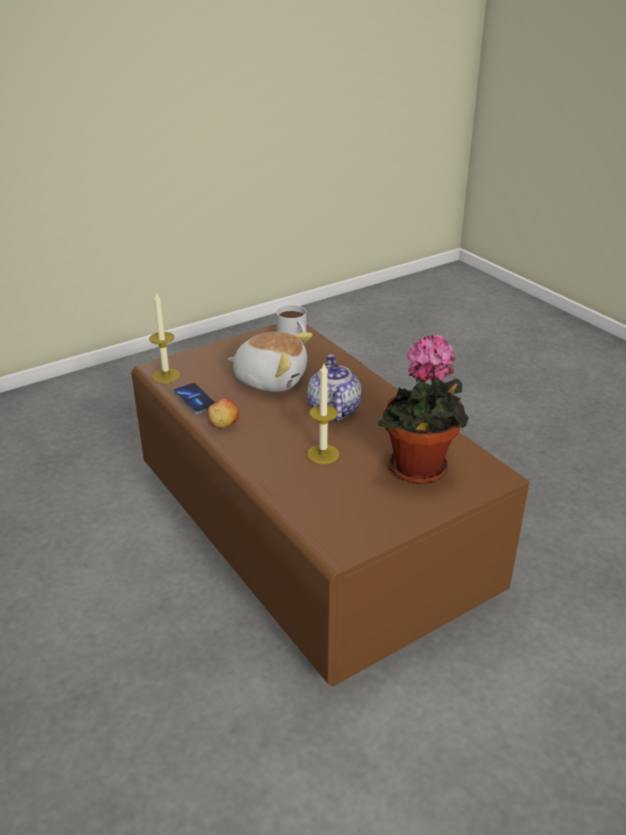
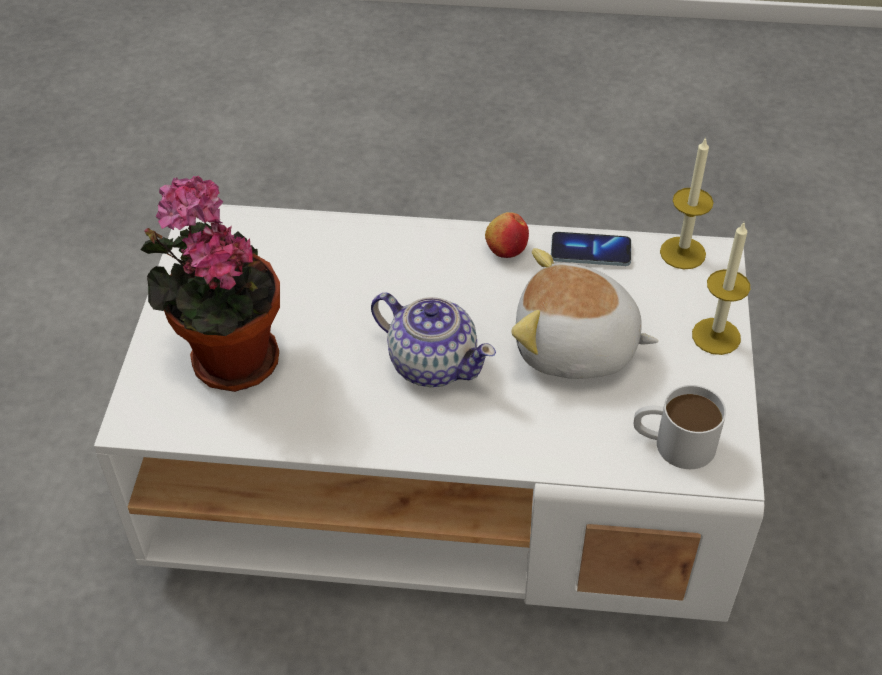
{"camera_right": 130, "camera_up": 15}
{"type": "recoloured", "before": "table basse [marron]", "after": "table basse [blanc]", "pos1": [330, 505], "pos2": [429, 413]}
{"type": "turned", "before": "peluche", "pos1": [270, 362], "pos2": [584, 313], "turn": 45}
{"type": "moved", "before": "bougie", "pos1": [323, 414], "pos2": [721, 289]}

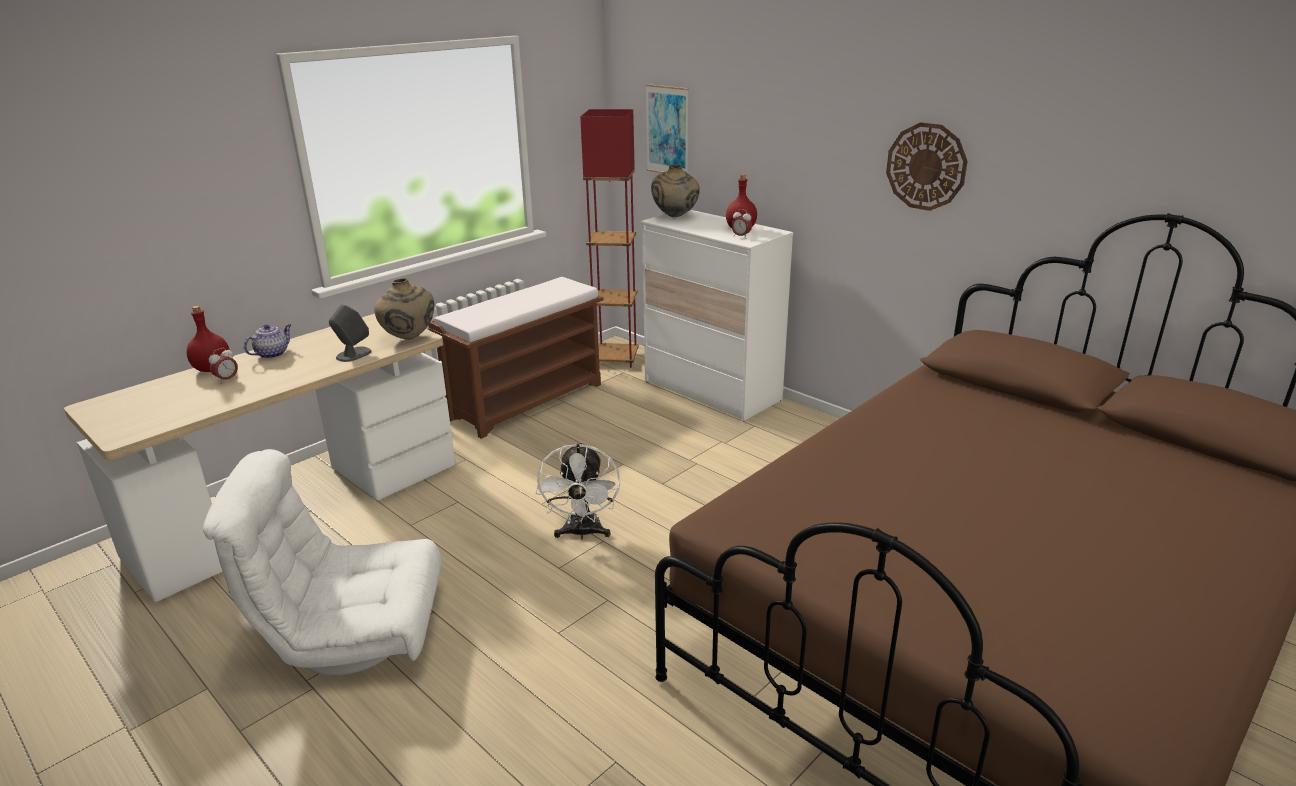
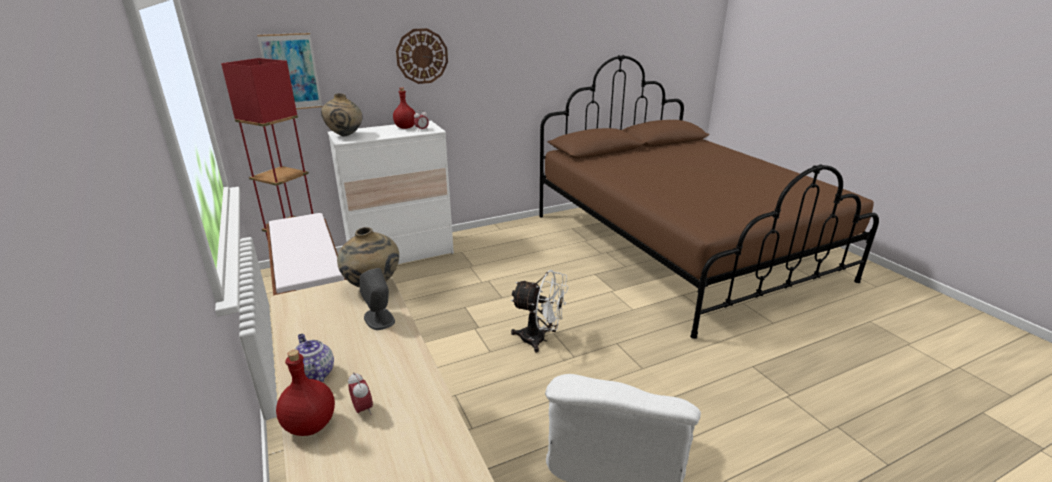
{"camera_right": -70, "camera_up": 0}
{"type": "moved", "before": "horloge murale", "pos1": [927, 166], "pos2": [422, 56]}

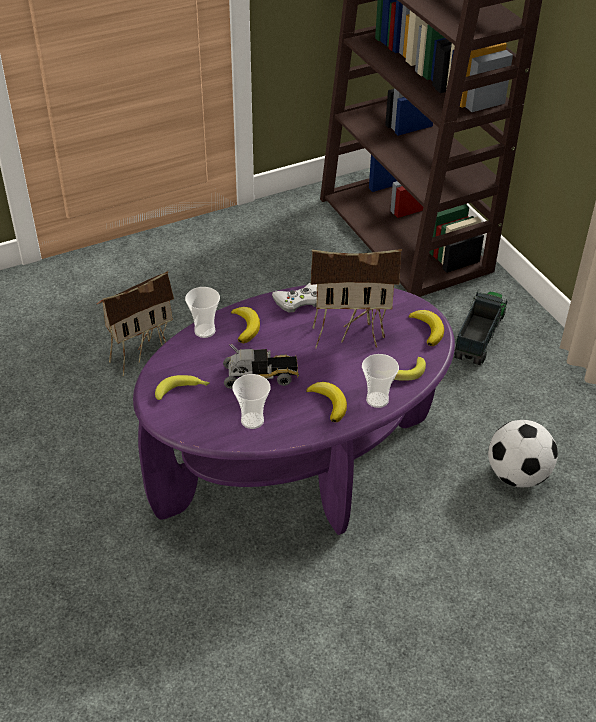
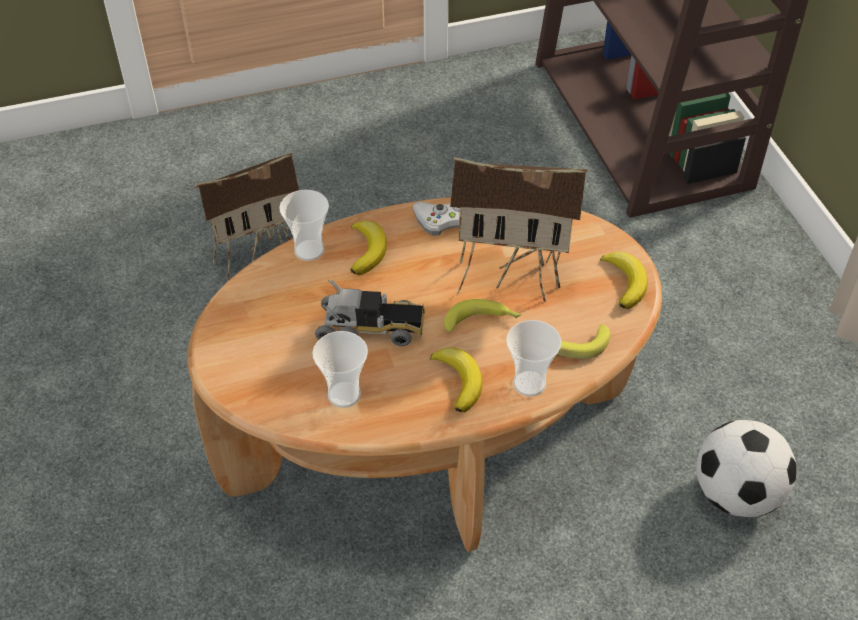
{"camera_right": 10, "camera_up": 5}
{"type": "recoloured", "before": "table basse [violet]", "after": "table basse [marron]", "pos1": [294, 410], "pos2": [424, 374]}
{"type": "removed", "before": "camion jouet", "pos1": [480, 328]}
{"type": "moved", "before": "banane", "pos1": [182, 387], "pos2": [482, 315]}

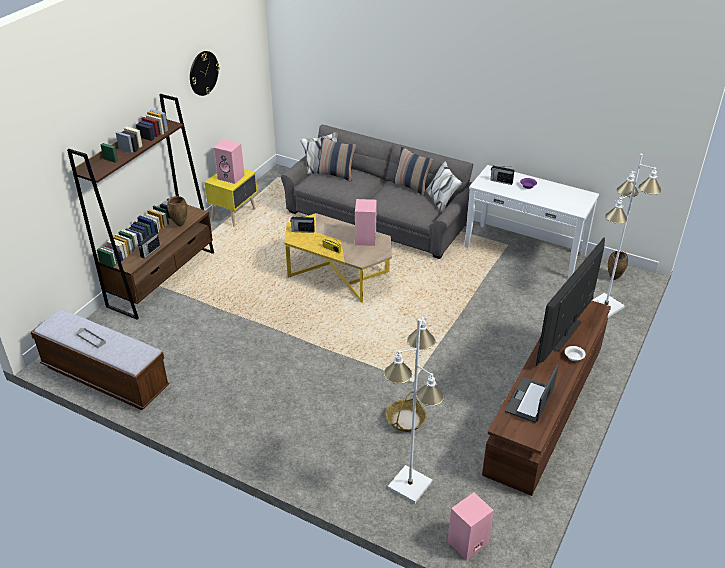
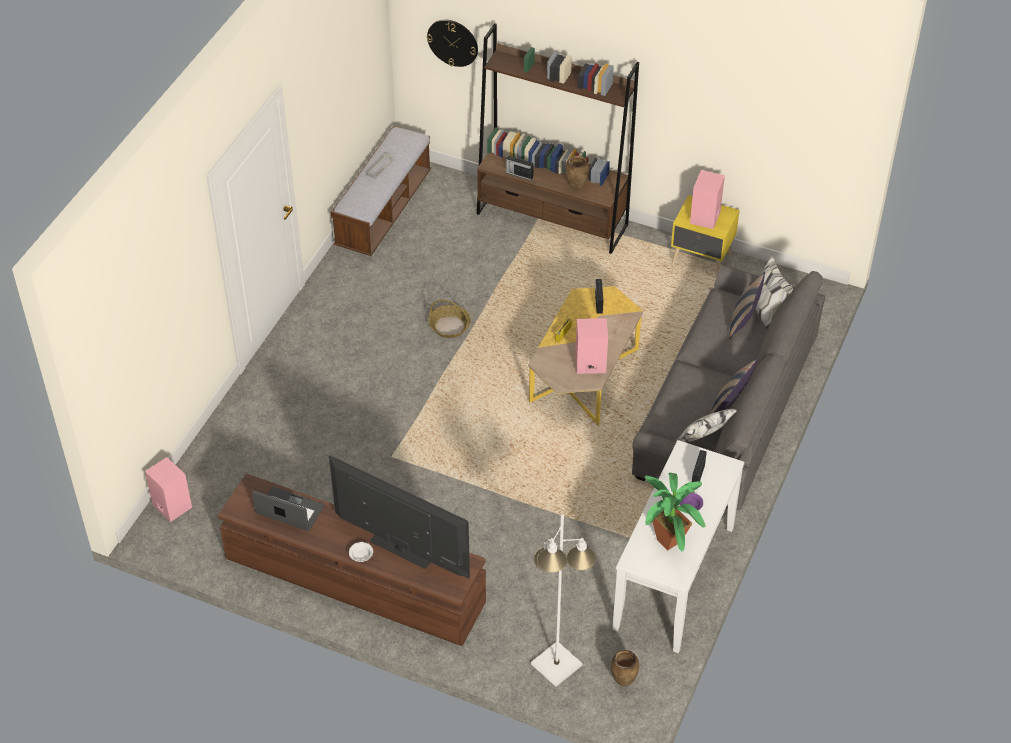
{"camera_right": 85, "camera_up": 10}
{"type": "moved", "before": "horloge murale", "pos1": [205, 73], "pos2": [452, 43]}
{"type": "removed", "before": "lampadaire [blanc]", "pos1": [414, 410]}
{"type": "moved", "before": "panier", "pos1": [406, 411], "pos2": [449, 318]}
{"type": "added", "after": "plante en pot", "pos2": [675, 512]}

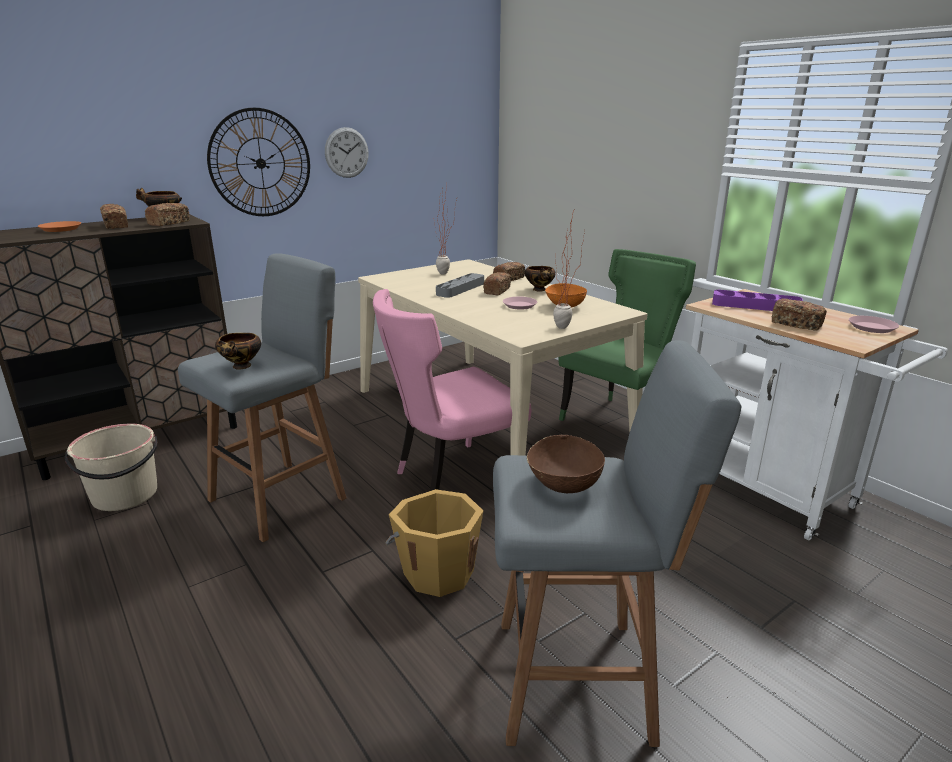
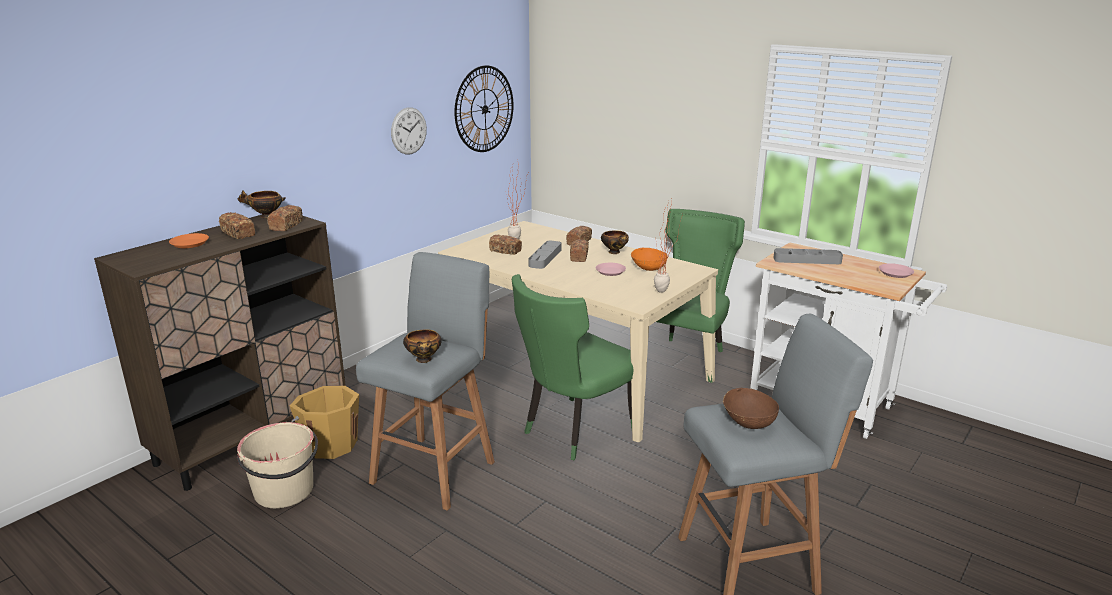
{"camera_right": -15, "camera_up": 0}
{"type": "moved", "before": "horloge murale", "pos1": [258, 162], "pos2": [484, 108]}
{"type": "recoloured", "before": "chaise [rose]", "after": "chaise [vert]", "pos1": [452, 390], "pos2": [572, 367]}
{"type": "recoloured", "before": "plateau [violet]", "after": "plateau [gris]", "pos1": [757, 300], "pos2": [808, 256]}
{"type": "moved", "before": "pain", "pos1": [799, 314], "pos2": [505, 245]}
{"type": "moved", "before": "seau [orange]", "pos1": [434, 543], "pos2": [324, 422]}

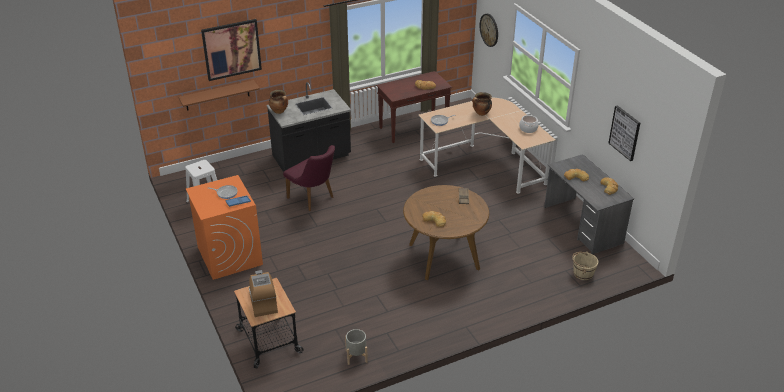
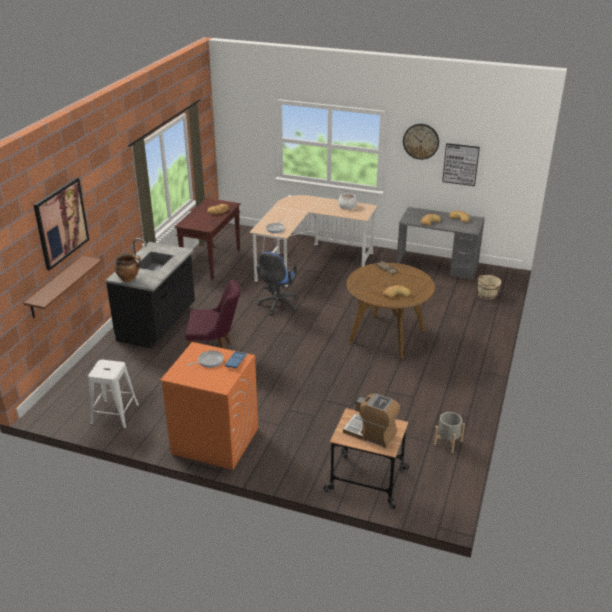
{"camera_right": -45, "camera_up": -5}
{"type": "moved", "before": "horloge murale", "pos1": [489, 30], "pos2": [421, 142]}
{"type": "removed", "before": "marmite", "pos1": [482, 104]}
{"type": "added", "after": "chaise de bureau [bleu]", "pos2": [277, 283]}

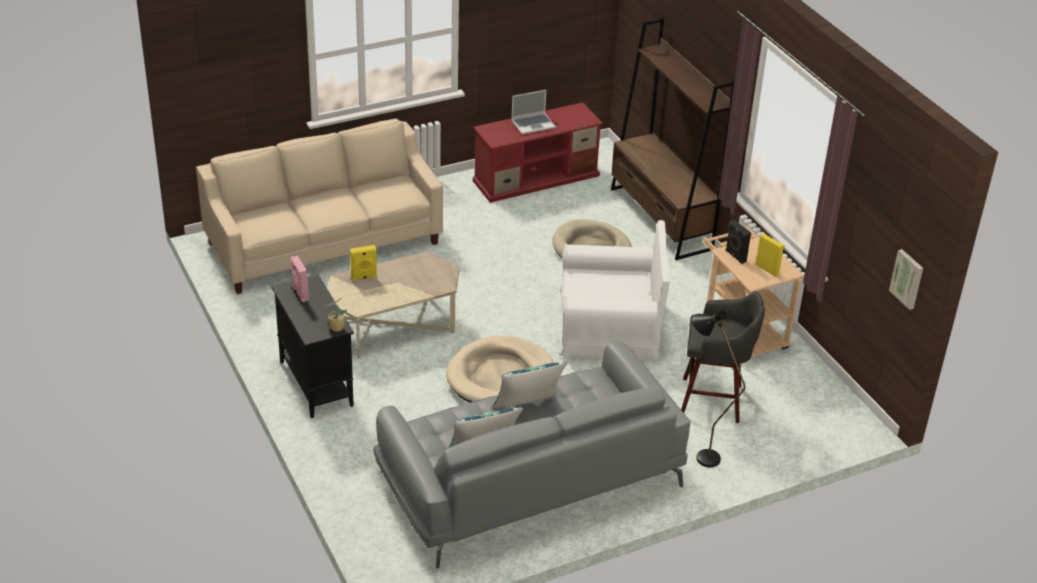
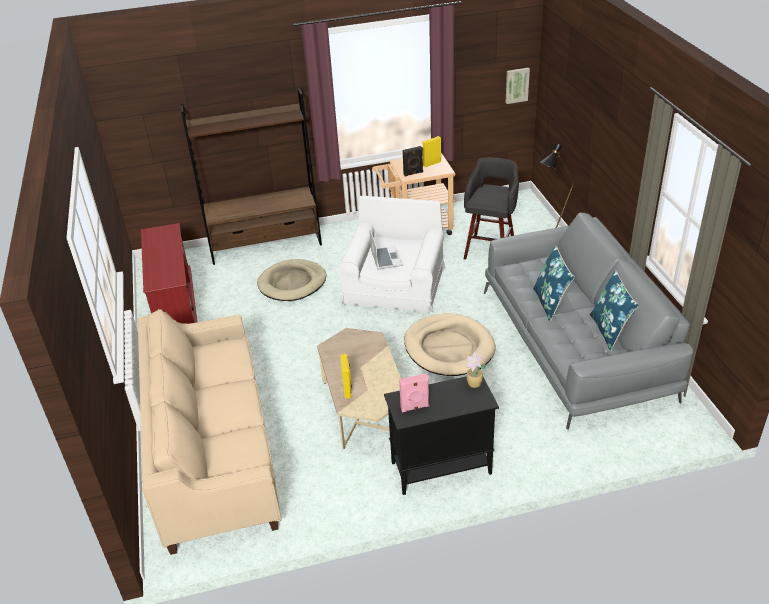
{"camera_right": -75, "camera_up": 0}
{"type": "moved", "before": "ordinateur portable", "pos1": [533, 112], "pos2": [386, 249]}

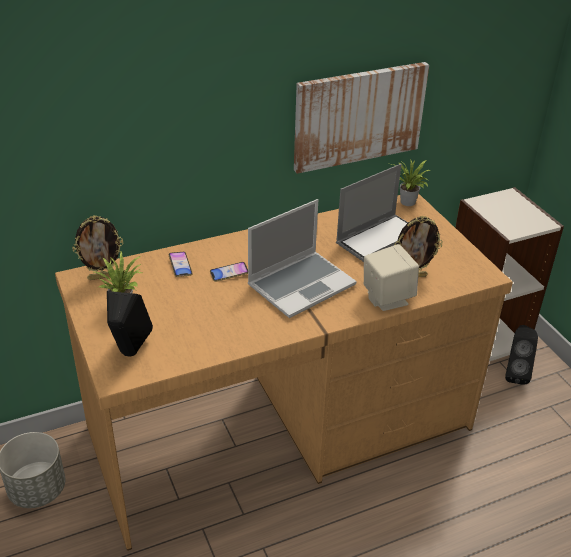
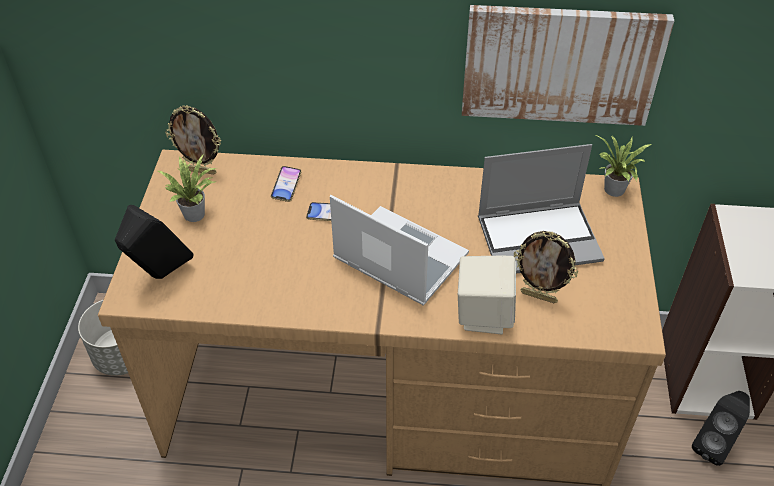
{"camera_right": 30, "camera_up": 10}
{"type": "turned", "before": "ordinateur portable", "pos1": [302, 258], "pos2": [399, 250], "turn": -135}

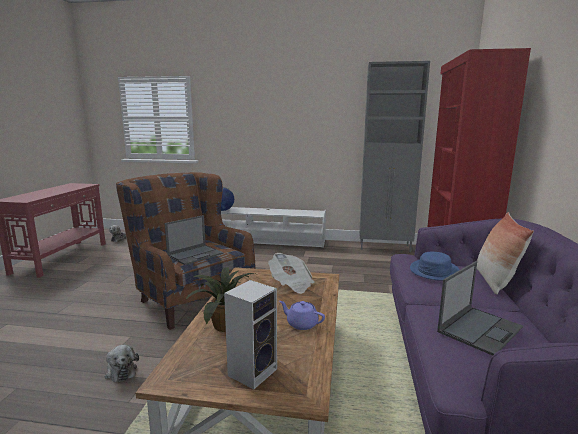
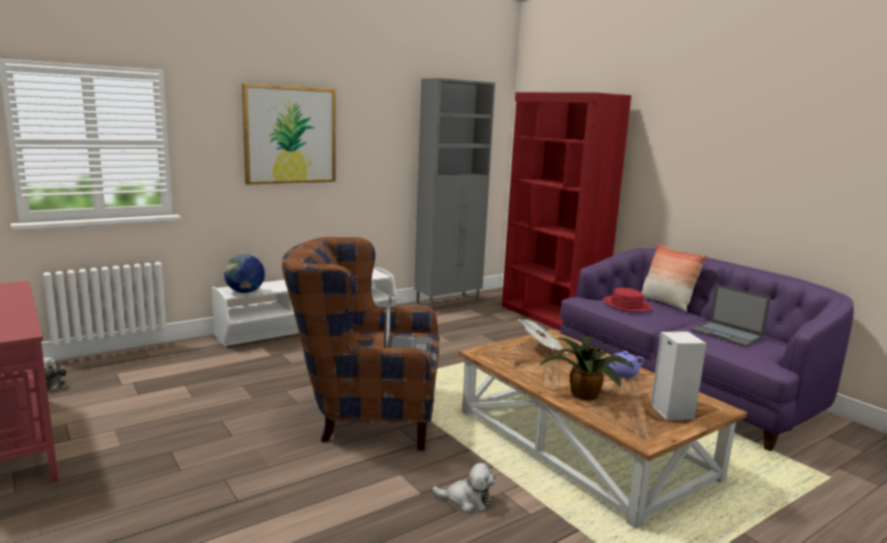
{"camera_right": -45, "camera_up": 0}
{"type": "recoloured", "before": "chapeau [bleu]", "after": "chapeau [rouge]", "pos1": [435, 266], "pos2": [627, 300]}
{"type": "turned", "before": "ordinateur portable", "pos1": [480, 308], "pos2": [731, 315], "turn": 135}
{"type": "added", "after": "tableau", "pos2": [289, 133]}

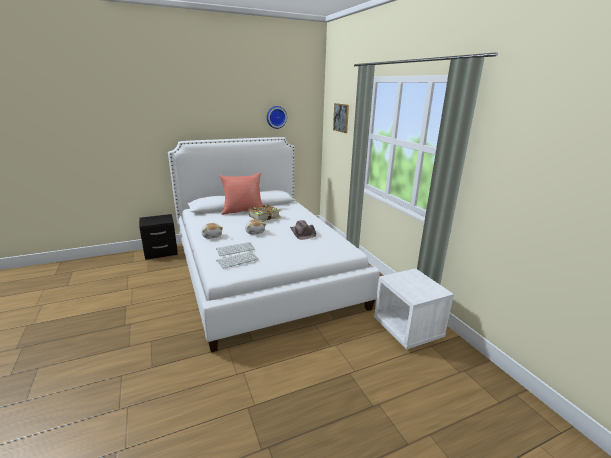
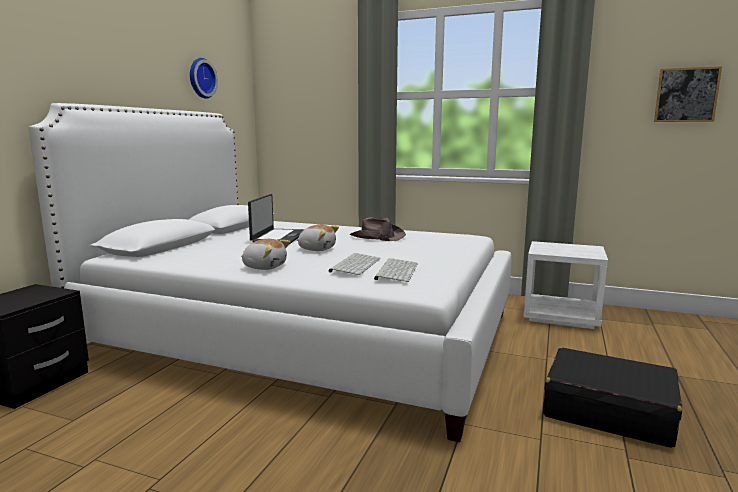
{"camera_right": -45, "camera_up": -10}
{"type": "moved", "before": "tableau", "pos1": [341, 118], "pos2": [688, 94]}
{"type": "removed", "before": "coussin [rouge]", "pos1": [241, 193]}
{"type": "replaced", "before": "livre", "after": "ordinateur portable", "pos1": [265, 213], "pos2": [276, 219]}
{"type": "added", "after": "valise [noir]", "pos2": [612, 398]}

